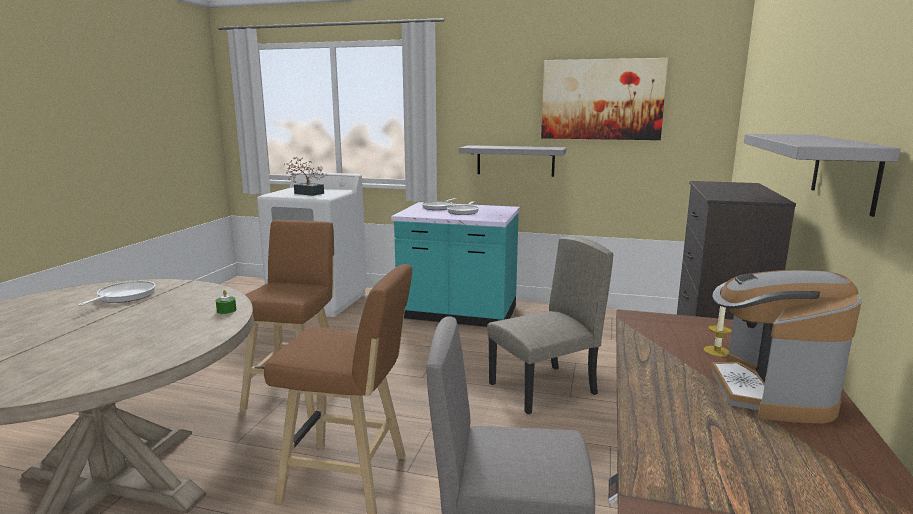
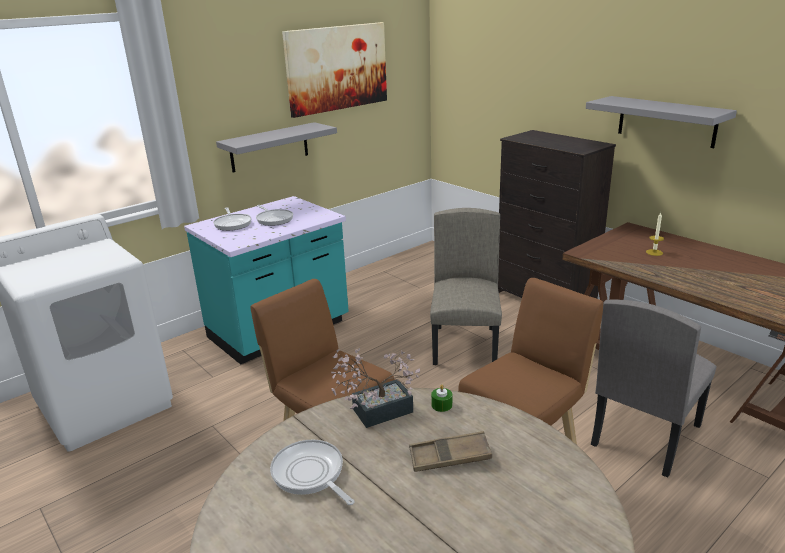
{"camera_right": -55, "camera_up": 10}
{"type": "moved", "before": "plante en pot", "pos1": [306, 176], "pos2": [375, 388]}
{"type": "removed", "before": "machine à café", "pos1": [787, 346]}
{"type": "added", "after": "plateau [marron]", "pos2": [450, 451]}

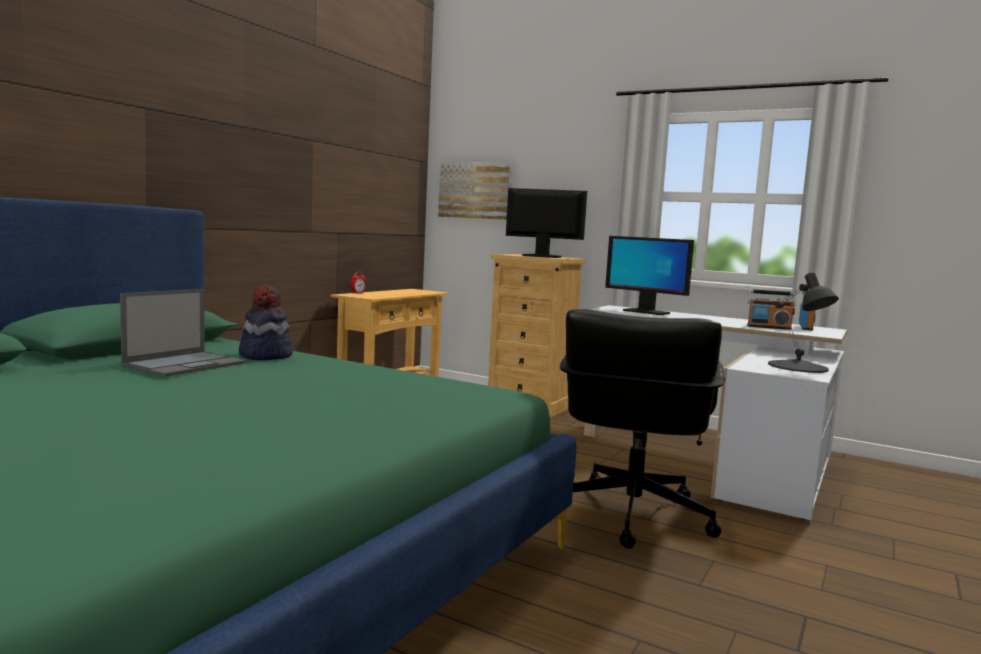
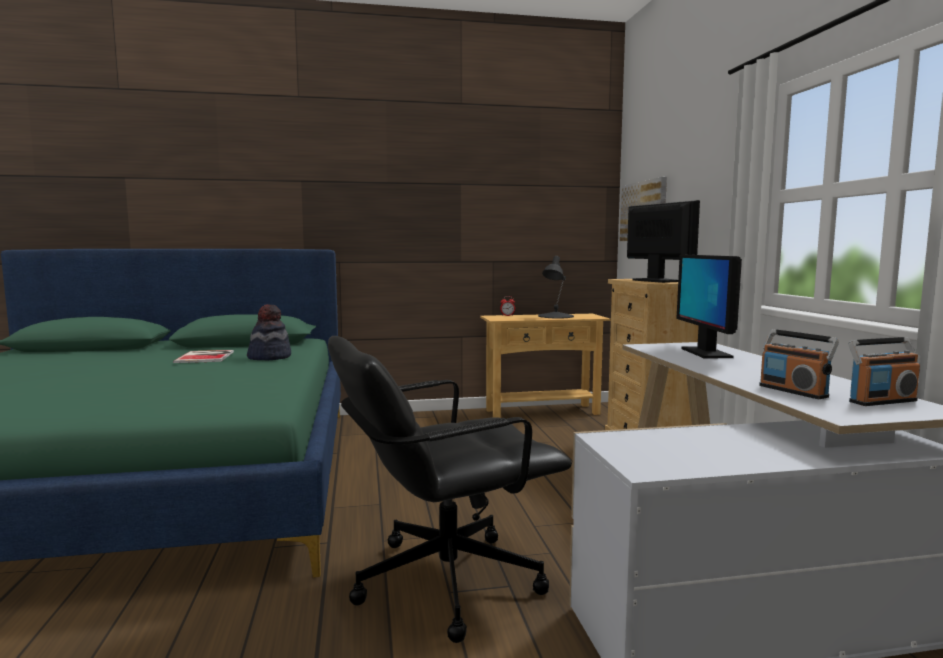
{"camera_right": 50, "camera_up": 0}
{"type": "moved", "before": "lampe de table [noir]", "pos1": [803, 322], "pos2": [556, 287]}
{"type": "replaced", "before": "ordinateur portable", "after": "livre", "pos1": [183, 333], "pos2": [203, 356]}

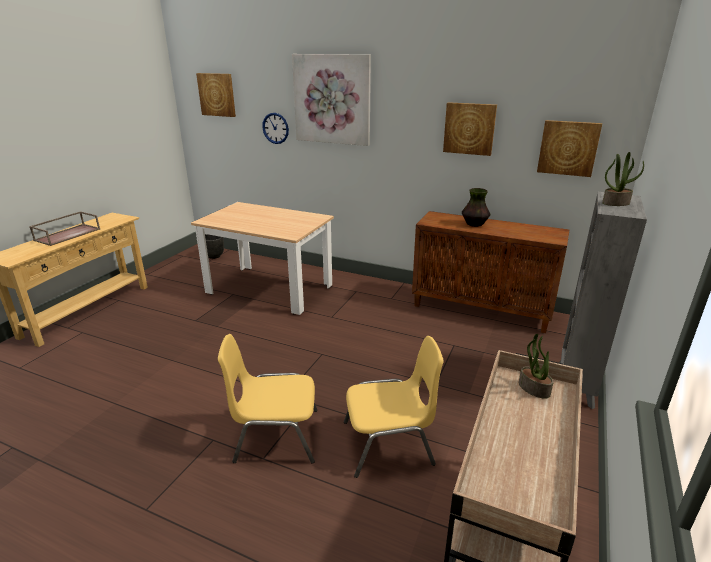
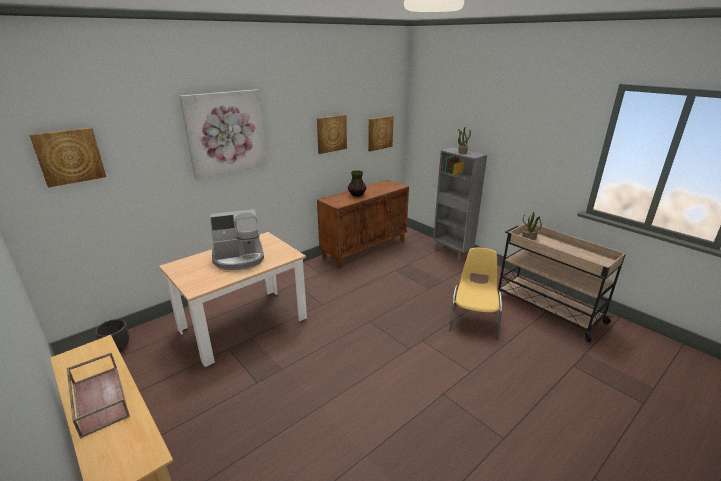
{"camera_right": -65, "camera_up": 0}
{"type": "removed", "before": "horloge murale", "pos1": [275, 128]}
{"type": "removed", "before": "chaise [jaune]", "pos1": [267, 398]}
{"type": "added", "after": "machine à café", "pos2": [237, 239]}

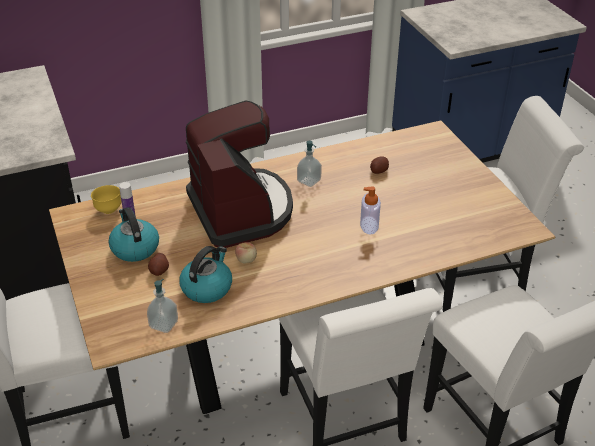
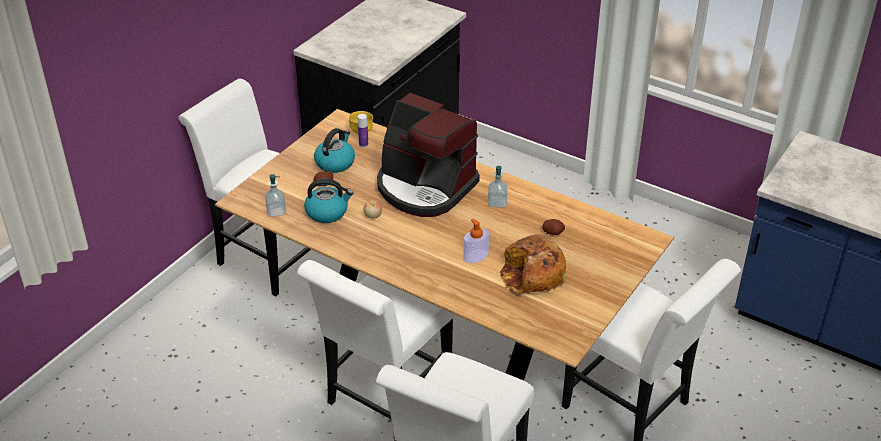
{"camera_right": 55, "camera_up": 0}
{"type": "turned", "before": "machine à café", "pos1": [239, 174], "pos2": [428, 155], "turn": 90}
{"type": "added", "after": "pain", "pos2": [533, 264]}

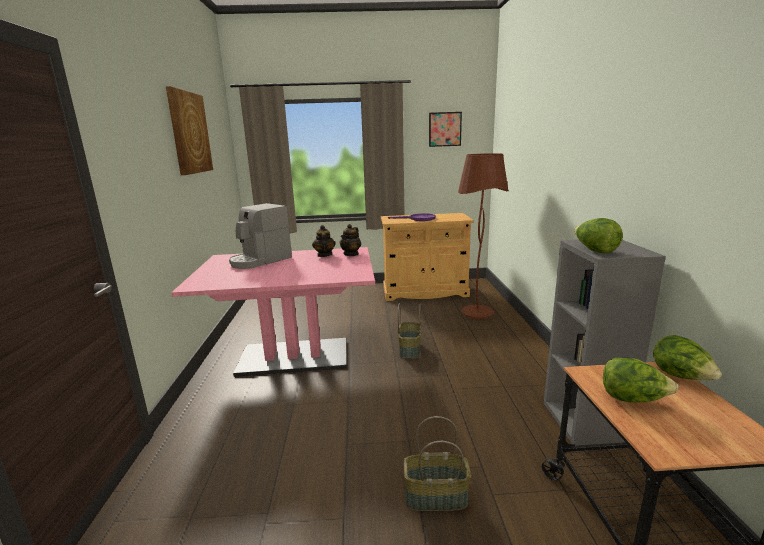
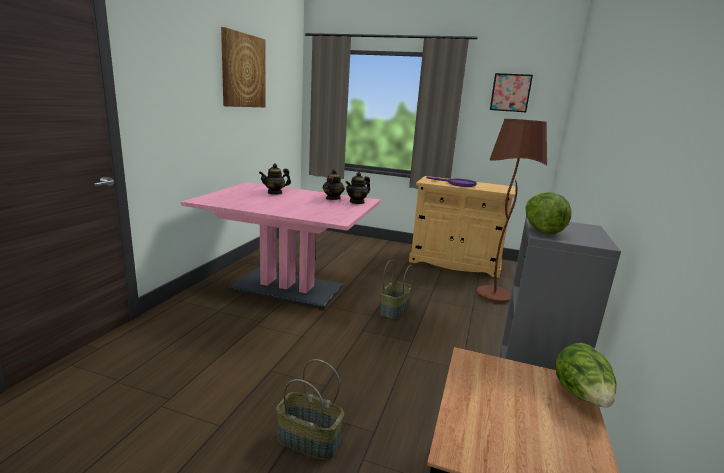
{"camera_right": 20, "camera_up": 0}
{"type": "replaced", "before": "machine à café", "after": "théière", "pos1": [260, 236], "pos2": [275, 179]}
{"type": "removed", "before": "laitue", "pos1": [640, 380]}

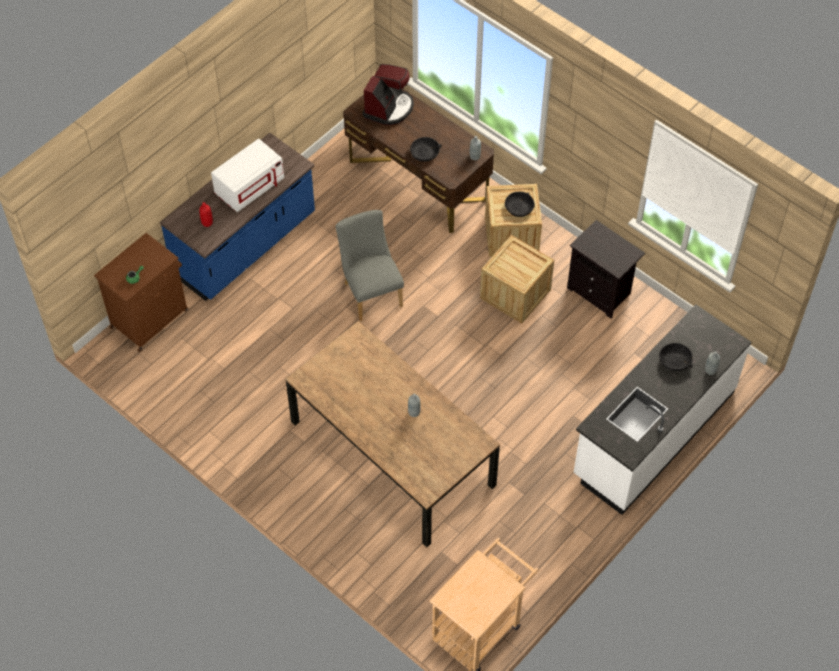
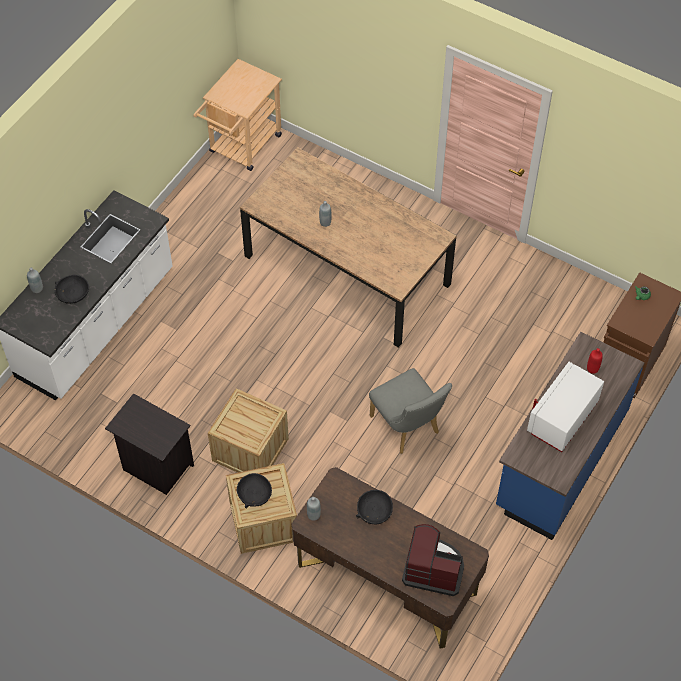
{"camera_right": 170, "camera_up": 0}
{"type": "turned", "before": "machine à café", "pos1": [388, 94], "pos2": [433, 560], "turn": 90}

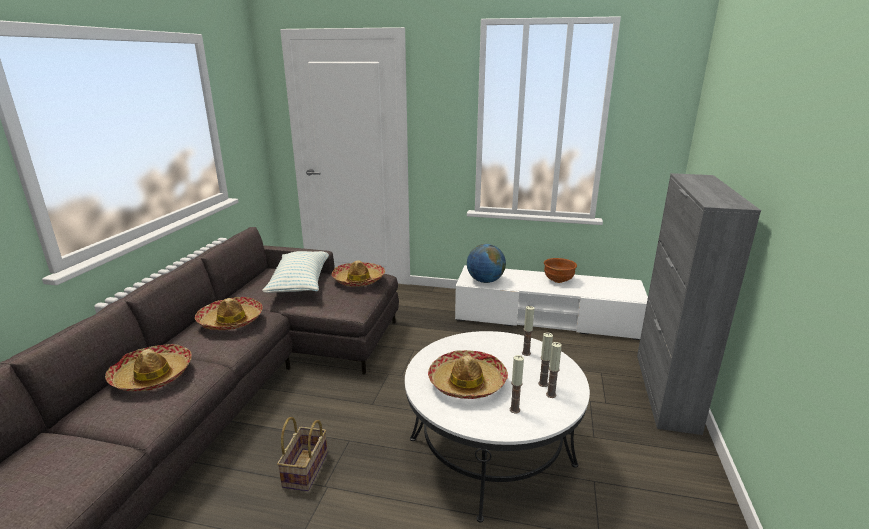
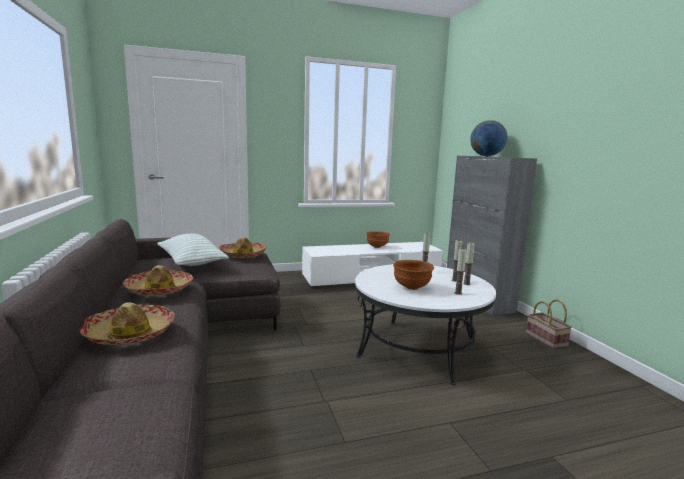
{"camera_right": -30, "camera_up": -10}
{"type": "moved", "before": "globe", "pos1": [486, 263], "pos2": [488, 138]}
{"type": "replaced", "before": "chapeau", "after": "bol [marron]", "pos1": [468, 374], "pos2": [413, 275]}
{"type": "moved", "before": "panier", "pos1": [302, 454], "pos2": [549, 324]}

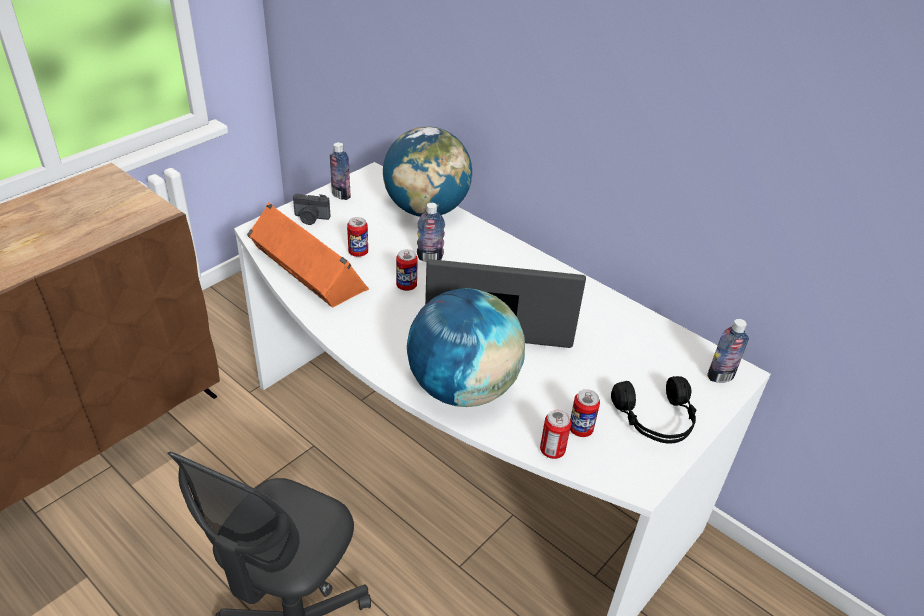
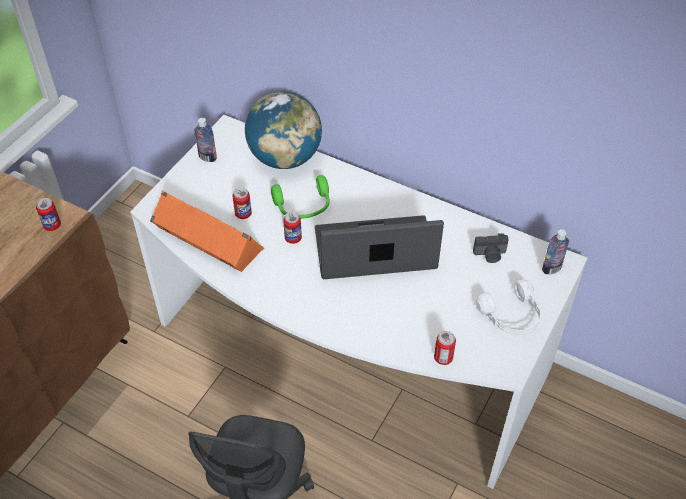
{"camera_right": -10, "camera_up": 10}
{"type": "moved", "before": "appareil photo", "pos1": [312, 209], "pos2": [491, 248]}
{"type": "replaced", "before": "bouteille", "after": "casque audio [vert]", "pos1": [431, 232], "pos2": [300, 197]}
{"type": "removed", "before": "globe", "pos1": [466, 347]}
{"type": "recoloured", "before": "casque audio [noir]", "after": "casque audio [blanc]", "pos1": [654, 410], "pos2": [508, 308]}
{"type": "moved", "before": "boîte métallique", "pos1": [585, 413], "pos2": [48, 214]}

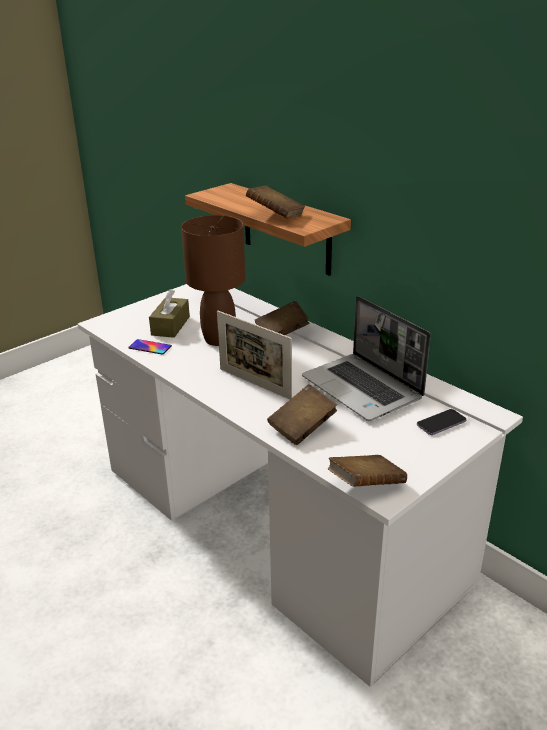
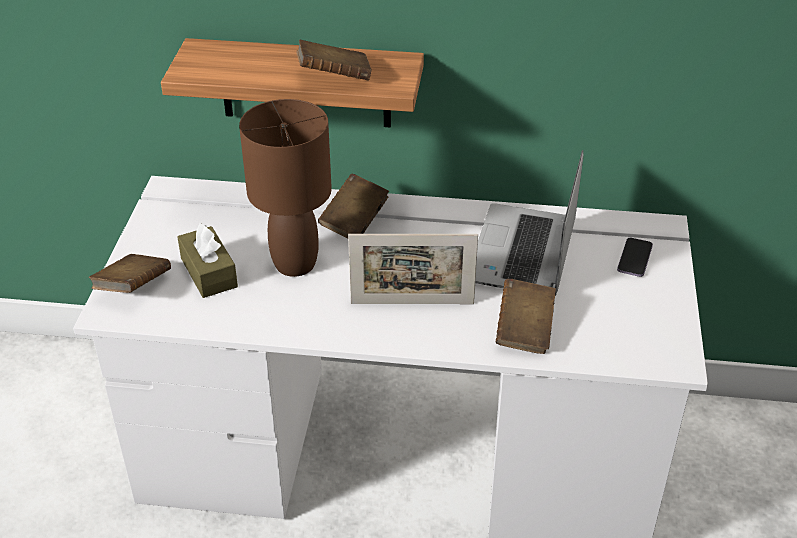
{"camera_right": -40, "camera_up": 10}
{"type": "turned", "before": "ordinateur portable", "pos1": [366, 358], "pos2": [529, 223], "turn": 90}
{"type": "removed", "before": "téléphone", "pos1": [150, 347]}
{"type": "moved", "before": "livre [marron]", "pos1": [367, 471], "pos2": [130, 273]}

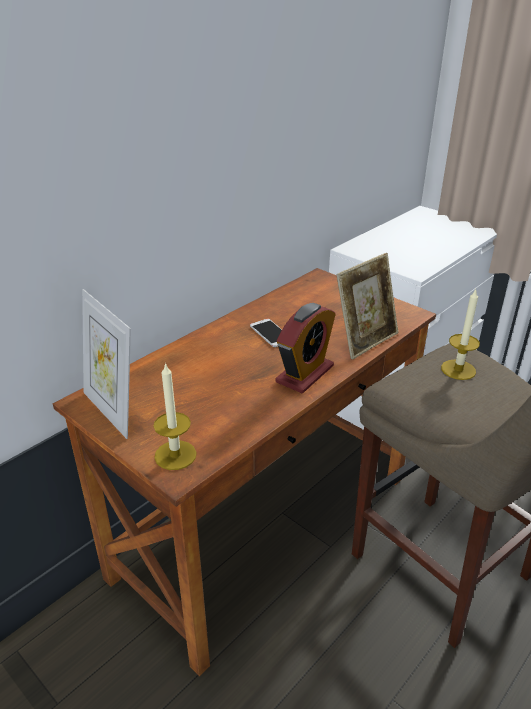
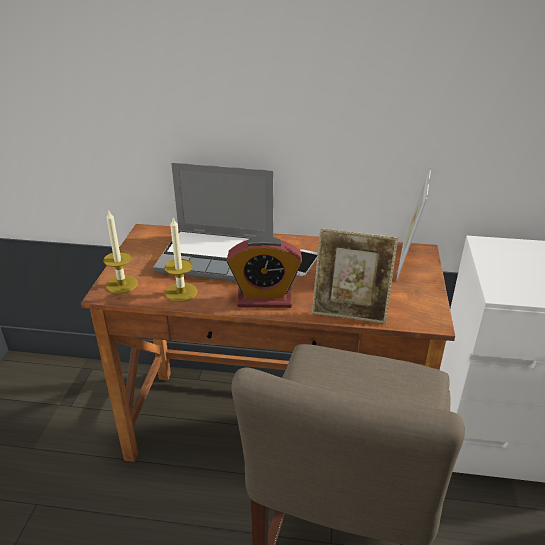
{"camera_right": 55, "camera_up": 0}
{"type": "moved", "before": "cadre photo", "pos1": [106, 364], "pos2": [413, 224]}
{"type": "moved", "before": "bougie", "pos1": [460, 335], "pos2": [181, 260]}
{"type": "added", "after": "ordinateur portable", "pos2": [213, 221]}

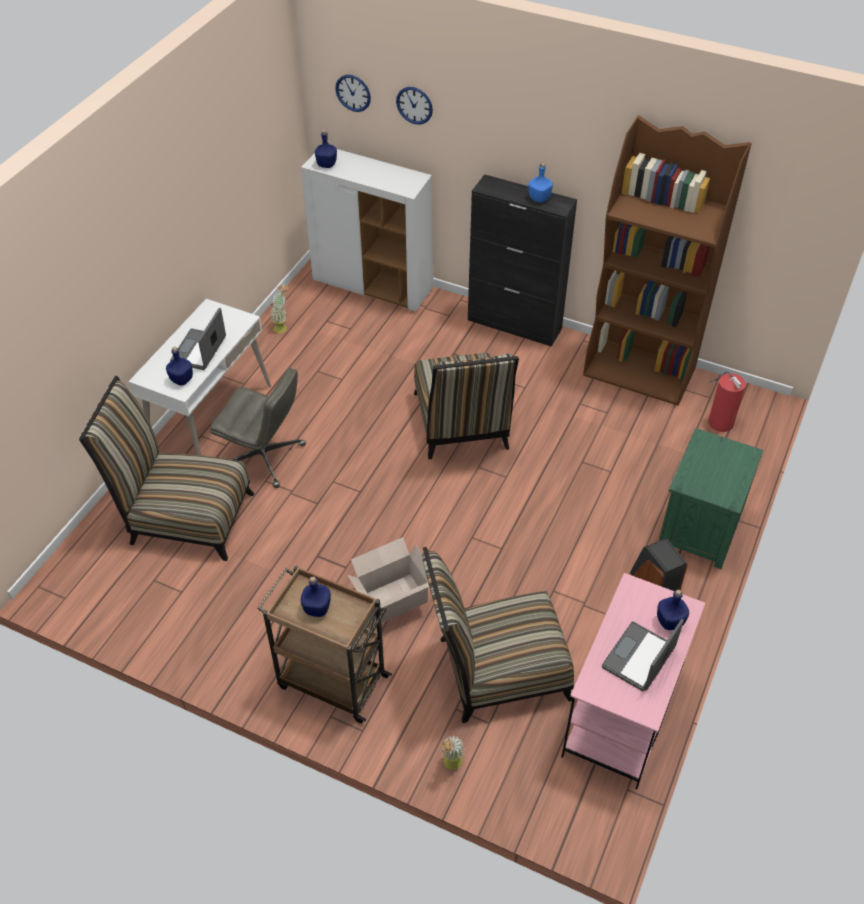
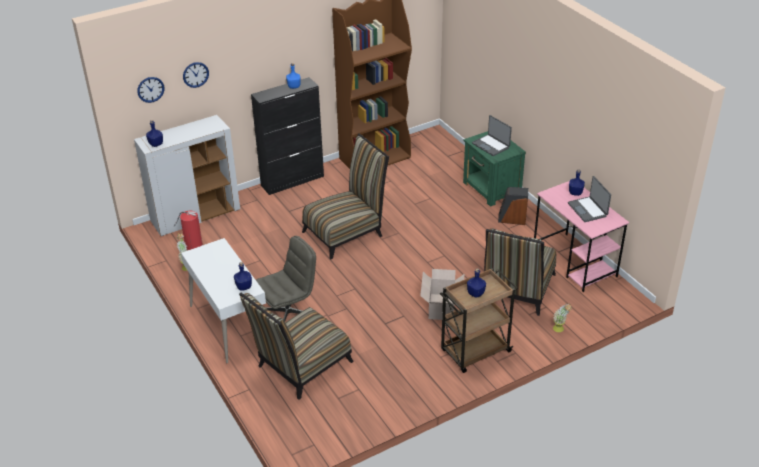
{"camera_right": -55, "camera_up": -10}
{"type": "moved", "before": "ordinateur portable", "pos1": [198, 339], "pos2": [492, 135]}
{"type": "turned", "before": "chaise", "pos1": [466, 406], "pos2": [345, 196], "turn": -60}
{"type": "moved", "before": "extincteur", "pos1": [727, 401], "pos2": [188, 230]}

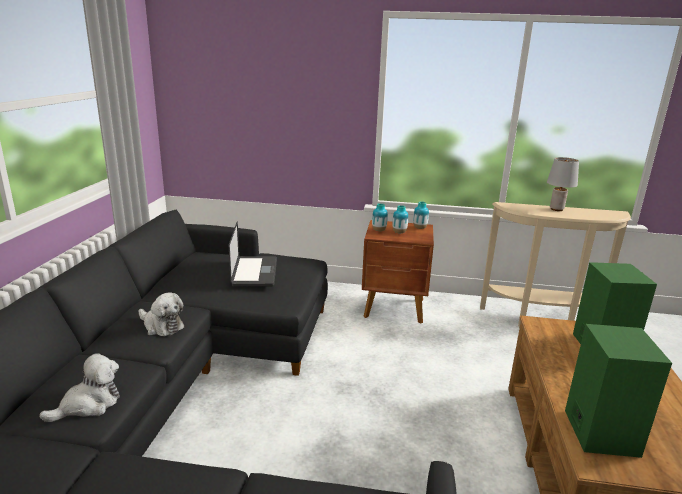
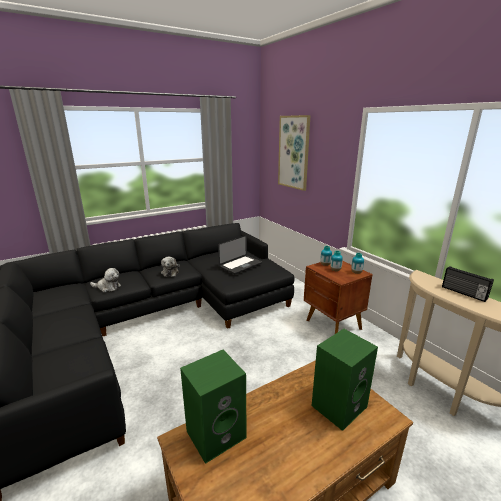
{"camera_right": 50, "camera_up": 0}
{"type": "replaced", "before": "lampe de table [gris]", "after": "radio", "pos1": [563, 184], "pos2": [468, 284]}
{"type": "added", "after": "tableau", "pos2": [294, 153]}

